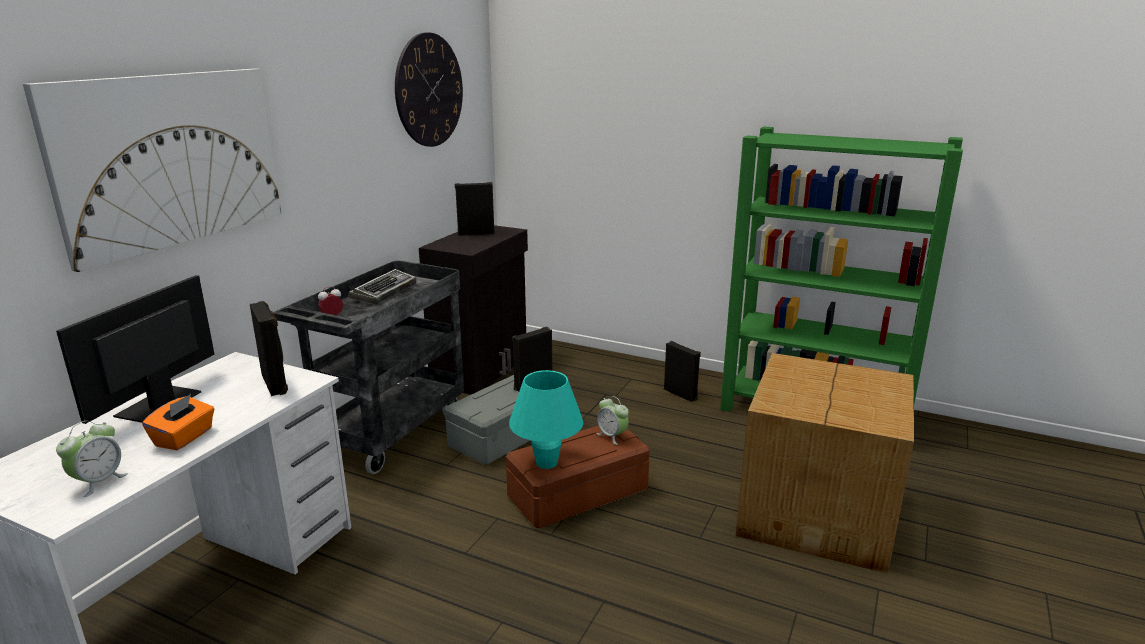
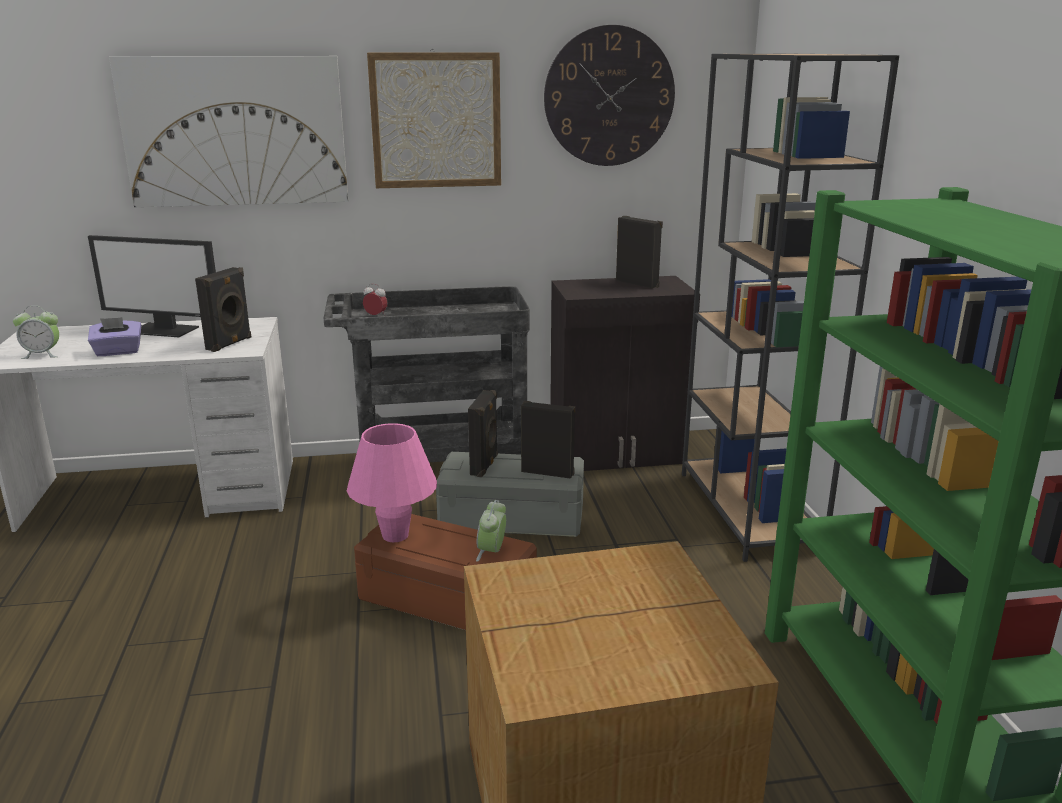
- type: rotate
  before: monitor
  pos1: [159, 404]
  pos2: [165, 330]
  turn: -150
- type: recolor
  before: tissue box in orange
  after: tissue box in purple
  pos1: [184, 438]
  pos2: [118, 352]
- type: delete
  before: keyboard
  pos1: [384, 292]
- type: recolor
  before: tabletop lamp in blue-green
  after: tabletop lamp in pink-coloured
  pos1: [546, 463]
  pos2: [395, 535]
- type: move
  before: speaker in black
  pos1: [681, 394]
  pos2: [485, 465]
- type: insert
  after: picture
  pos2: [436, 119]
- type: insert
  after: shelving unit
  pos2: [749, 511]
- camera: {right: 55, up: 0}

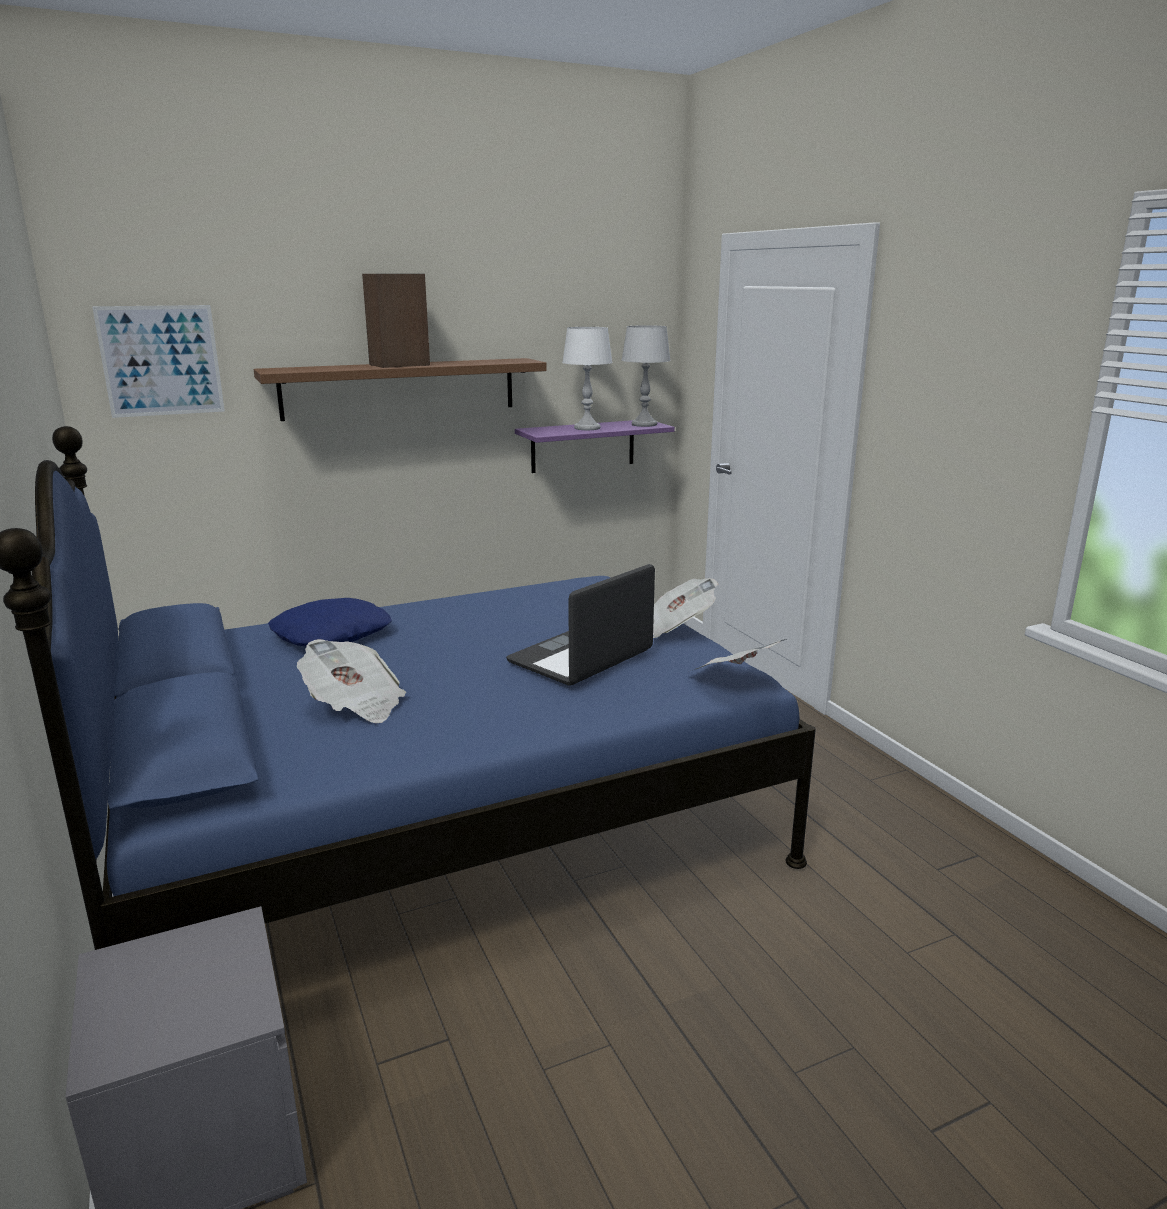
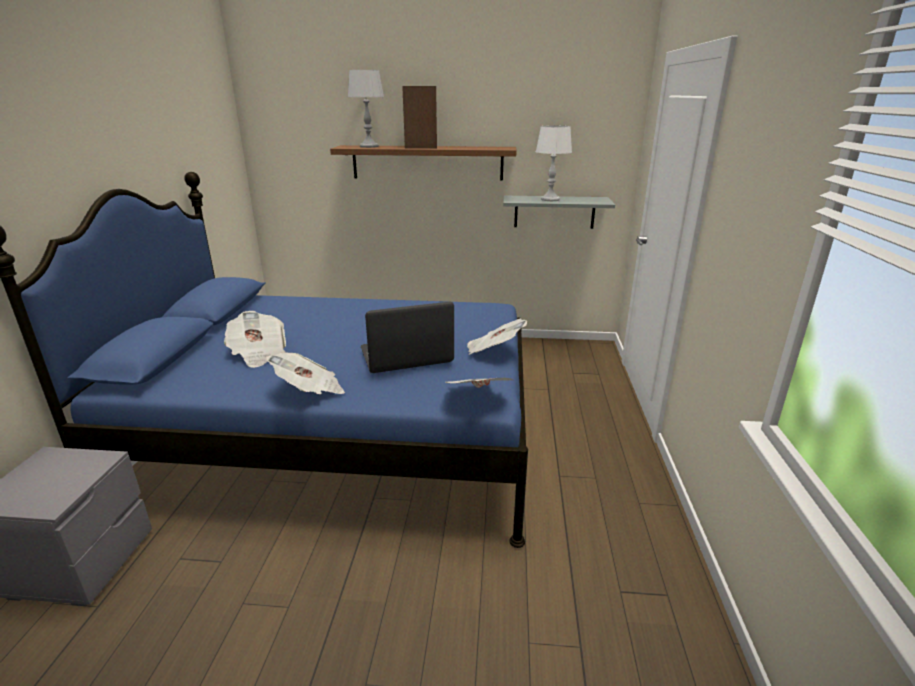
- type: delete
  before: picture
  pos1: [161, 361]
- type: delete
  before: pillow in blue-coloured
  pos1: [331, 634]
- type: recolor
  before: shelf in purple
  after: shelf in gray
  pos1: [583, 446]
  pos2: [554, 212]
- type: move
  before: tabletop lamp in gray
  pos1: [644, 424]
  pos2: [369, 146]
- type: insert
  after: daily paper
  pos2: [310, 390]
- camera: {right: 30, up: 5}

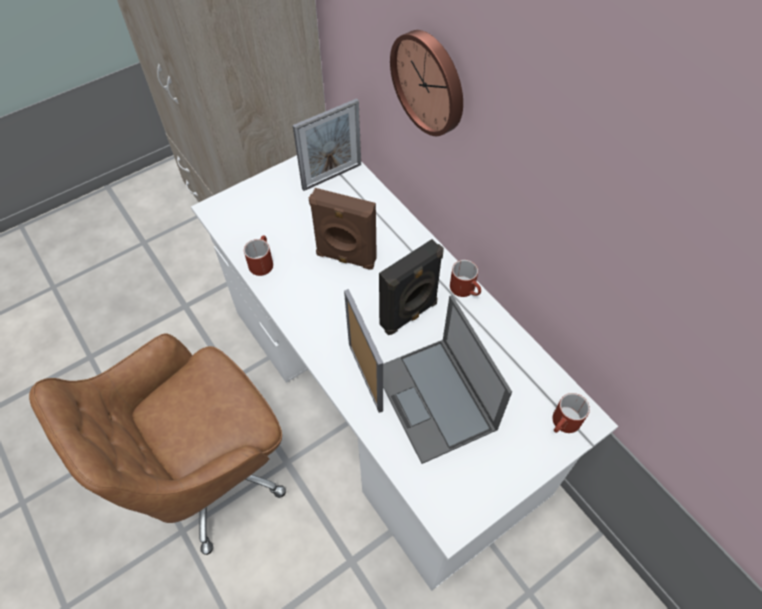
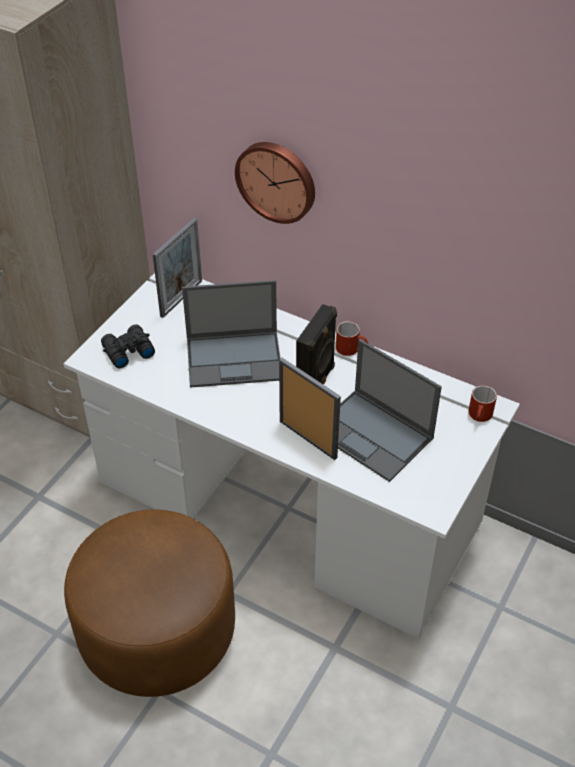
- type: replace
  before: desk chair in brownish
  after: footrest in brownish
  pos1: [210, 473]
  pos2: [157, 631]
- type: delete
  before: coffee mug in red
  pos1: [261, 261]
- type: replace
  before: speaker in brownish
  after: laptop
  pos1: [345, 258]
  pos2: [235, 358]
- type: insert
  after: binoculars in black
  pos2: [127, 351]
- camera: {right: -25, up: -10}

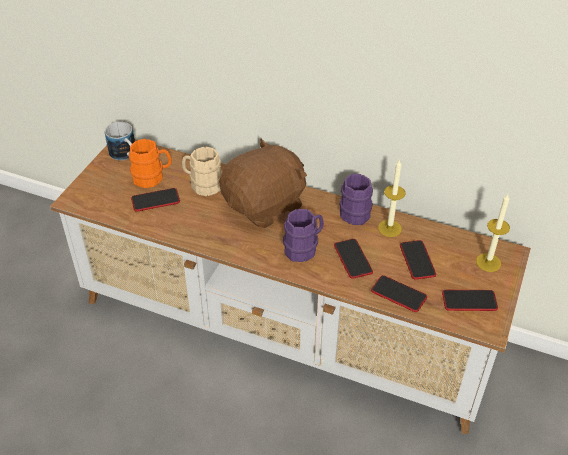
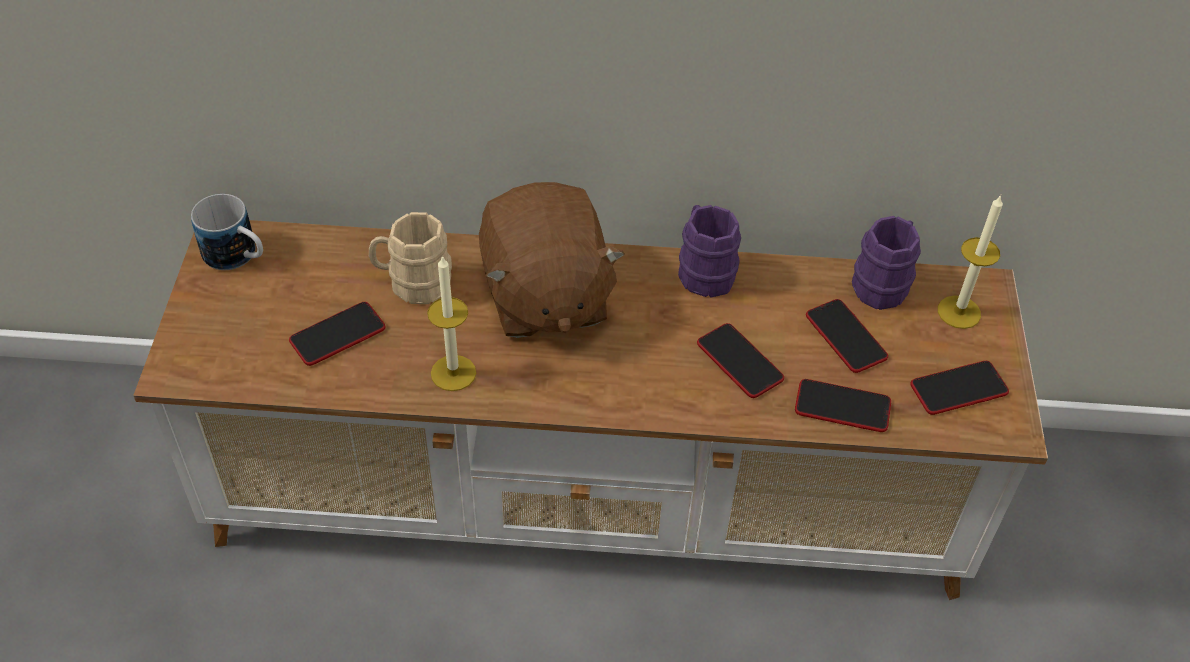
- type: delete
  before: coffee mug in orange
  pos1: [152, 177]
- type: rotate
  before: plush toy in brownish
  pos1: [265, 205]
  pos2: [545, 297]
  turn: 135
- type: move
  before: coffee mug in purple
  pos1: [304, 248]
  pos2: [884, 282]
- type: move
  before: candle
  pos1: [389, 228]
  pos2: [453, 373]
- camera: {right: -20, up: 5}

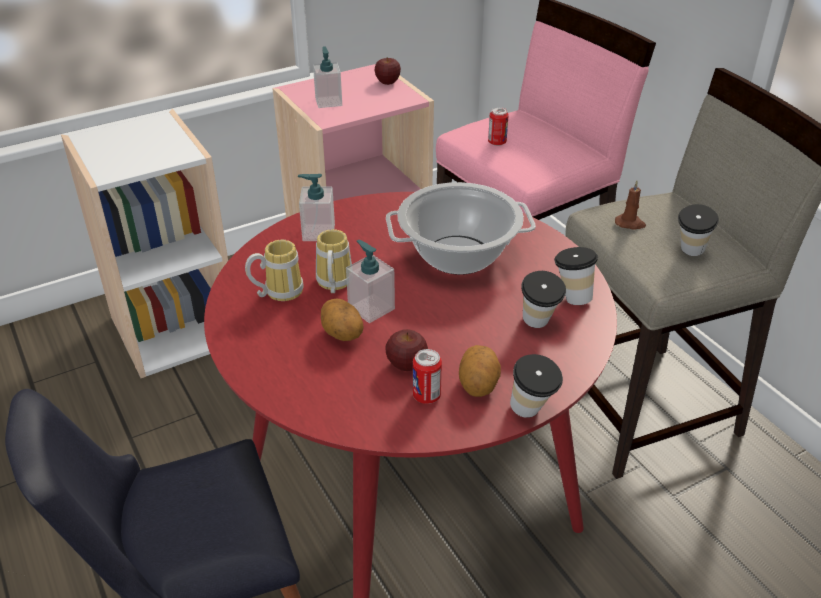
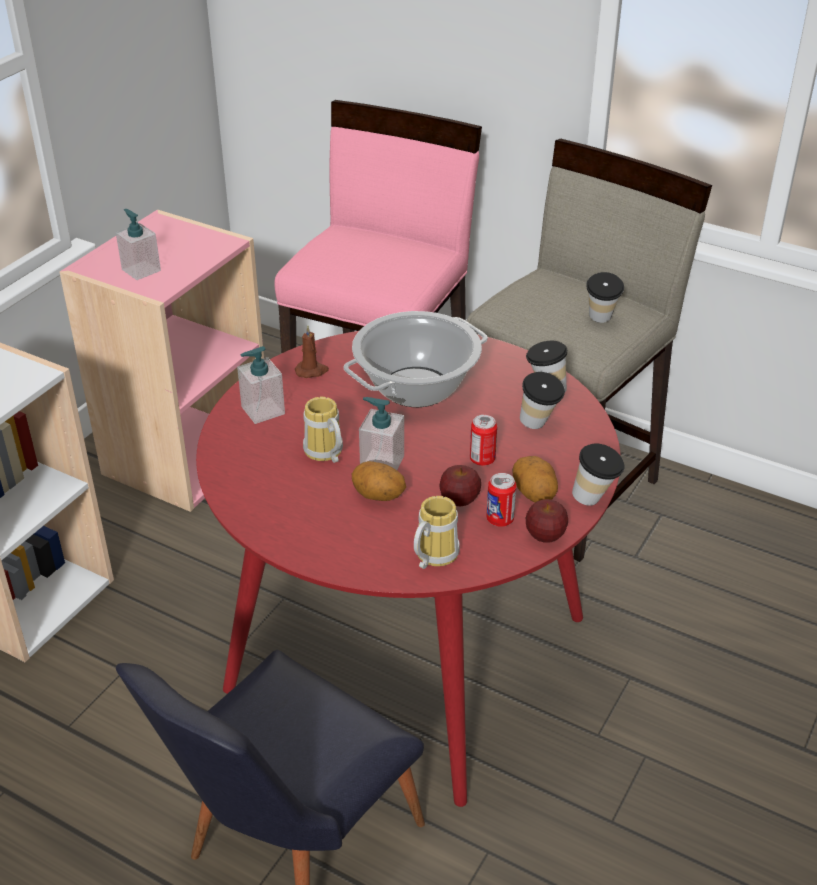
- type: move
  before: coffee mug
  pos1: [278, 291]
  pos2: [431, 556]
- type: move
  before: apple
  pos1: [388, 82]
  pos2: [545, 536]
- type: move
  before: can
  pos1: [497, 142]
  pos2: [482, 460]
- type: move
  before: candle in brownish
  pos1: [630, 223]
  pos2: [312, 371]
- camera: {right: -30, up: 0}

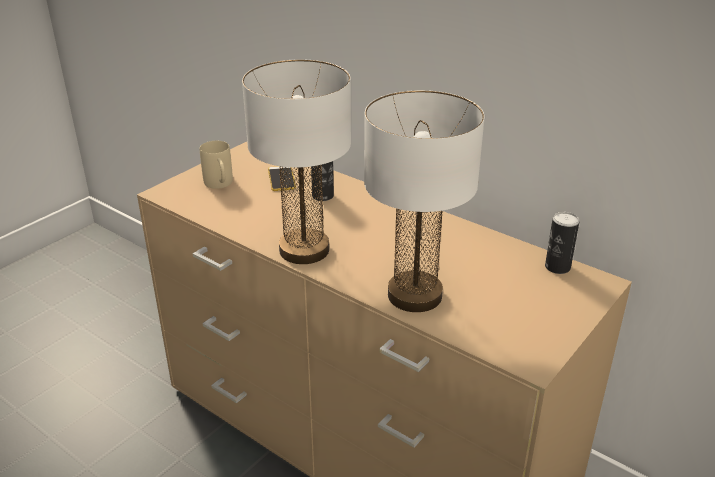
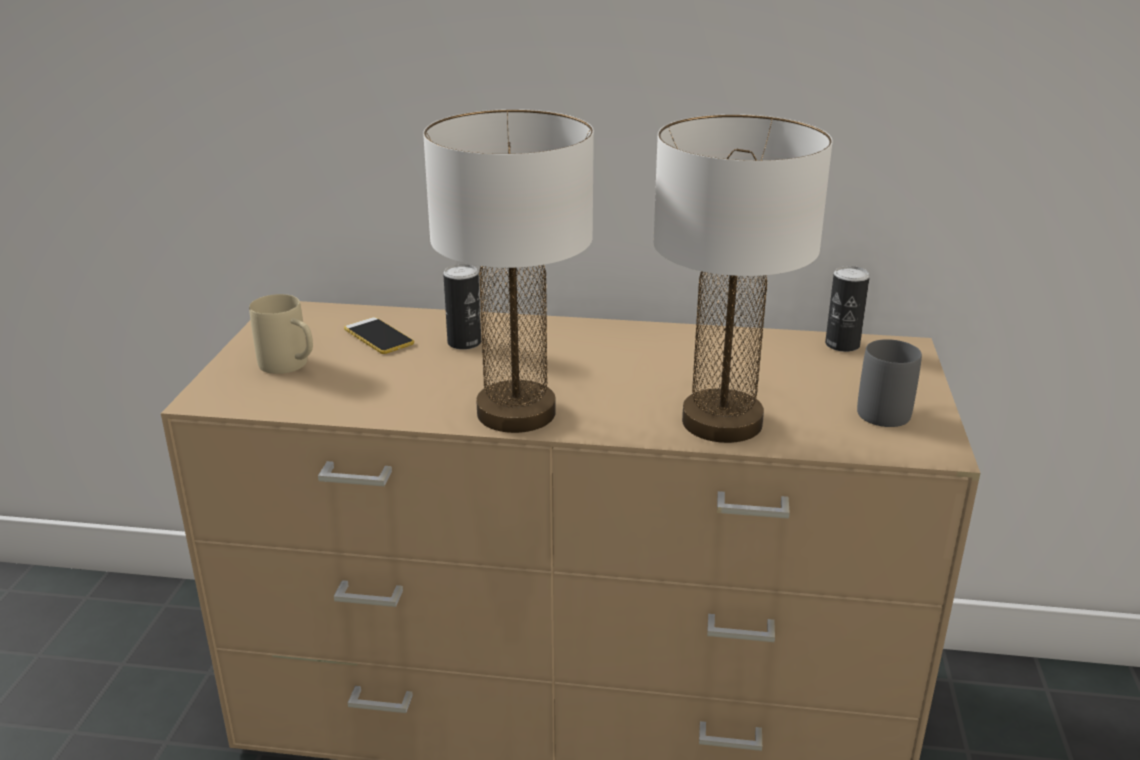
- type: insert
  after: coffee mug in gray
  pos2: [889, 409]
- camera: {right: -30, up: -5}

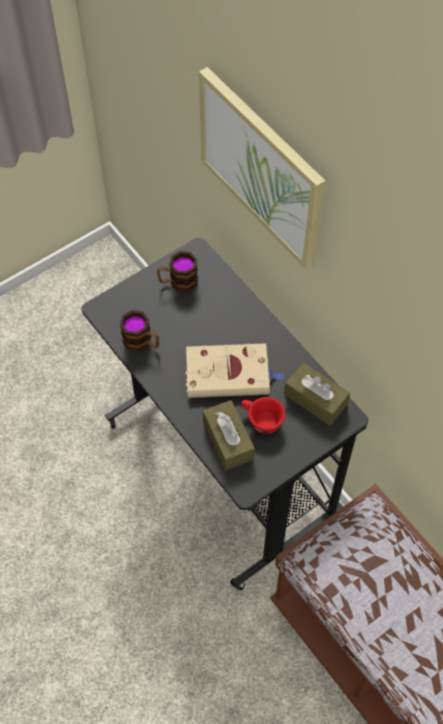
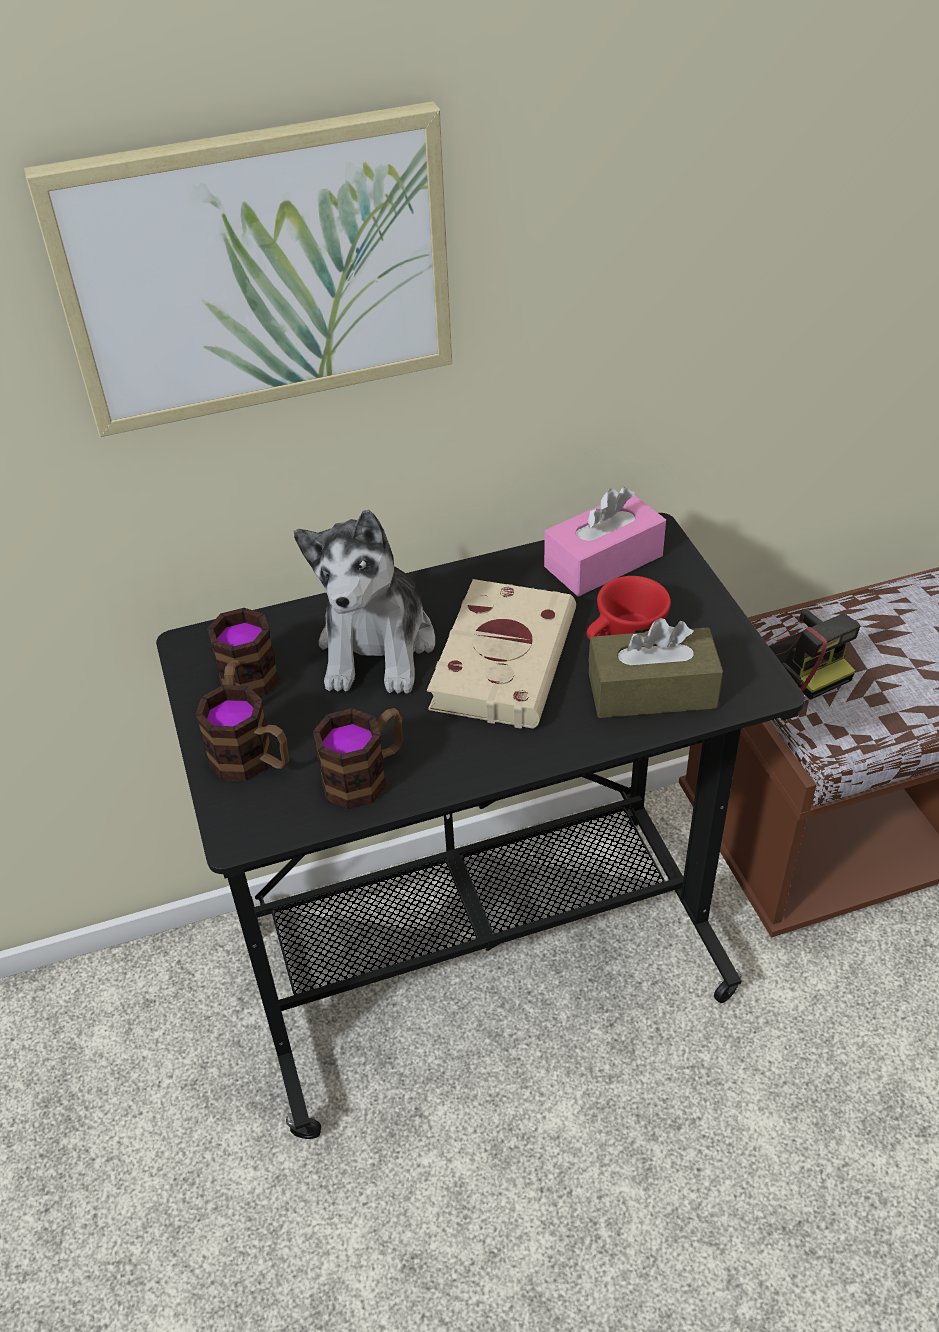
- type: recolor
  before: tissue box in brownish
  after: tissue box in pink-coloured
  pos1: [315, 399]
  pos2: [603, 561]
- type: insert
  after: coffee mug
  pos2: [253, 762]
- type: insert
  after: plush toy
  pos2: [377, 647]
- type: insert
  after: still camera
  pos2: [799, 661]
- camera: {right: -70, up: -15}

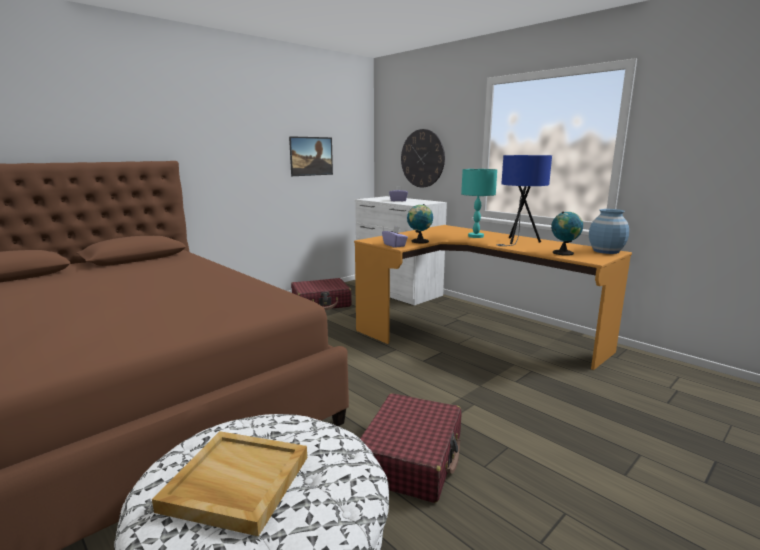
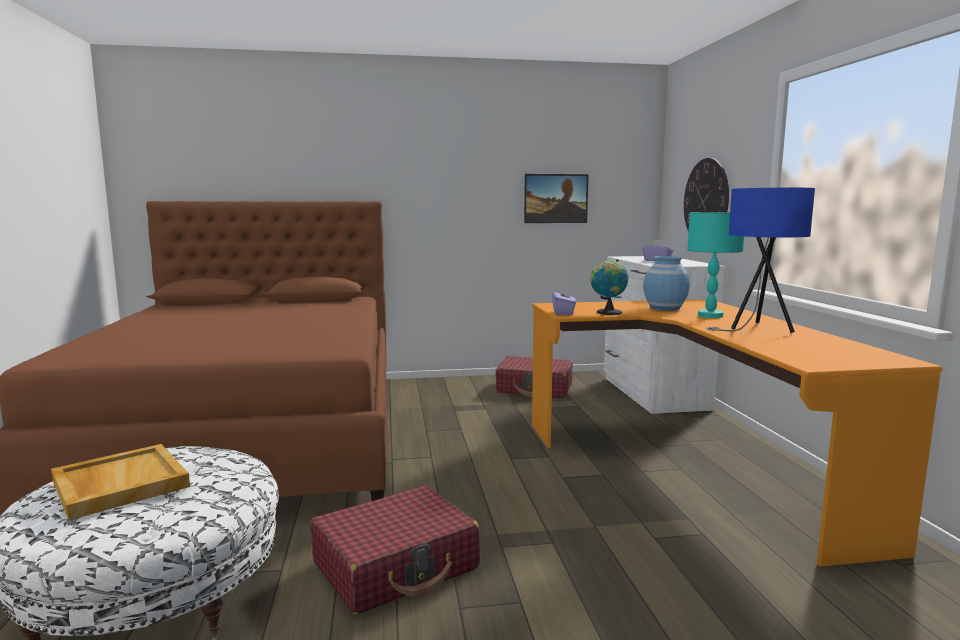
- type: delete
  before: world globe
  pos1: [564, 253]
- type: move
  before: vase in blue-coloured
  pos1: [606, 251]
  pos2: [664, 308]
- camera: {right: 35, up: -5}

